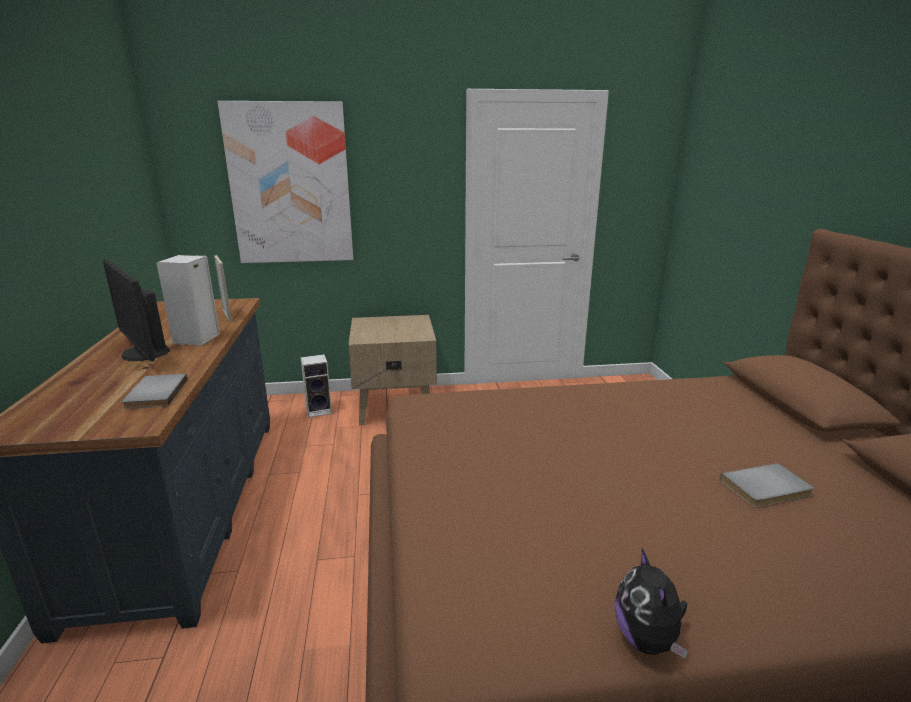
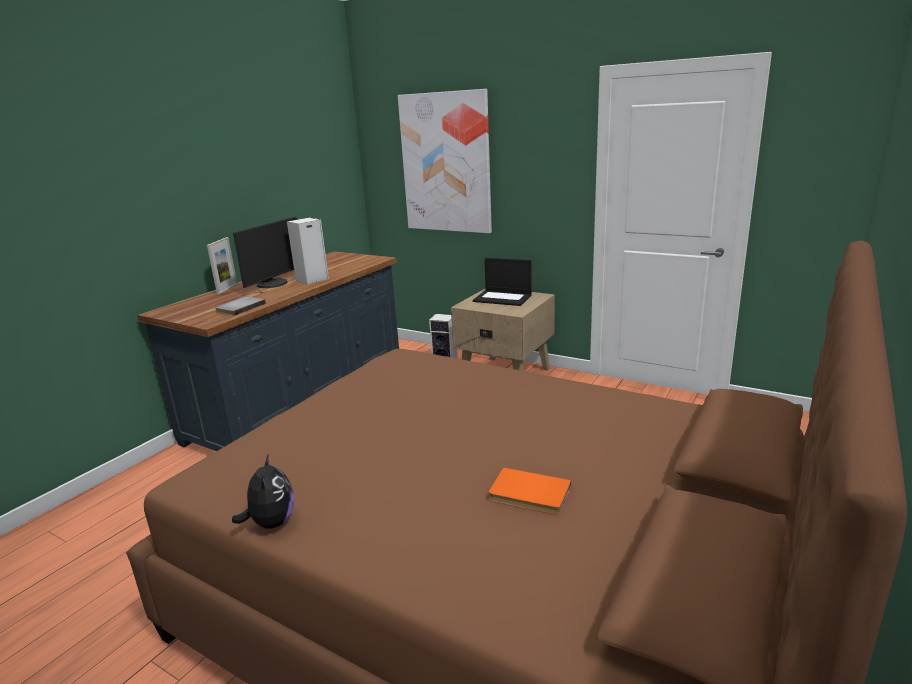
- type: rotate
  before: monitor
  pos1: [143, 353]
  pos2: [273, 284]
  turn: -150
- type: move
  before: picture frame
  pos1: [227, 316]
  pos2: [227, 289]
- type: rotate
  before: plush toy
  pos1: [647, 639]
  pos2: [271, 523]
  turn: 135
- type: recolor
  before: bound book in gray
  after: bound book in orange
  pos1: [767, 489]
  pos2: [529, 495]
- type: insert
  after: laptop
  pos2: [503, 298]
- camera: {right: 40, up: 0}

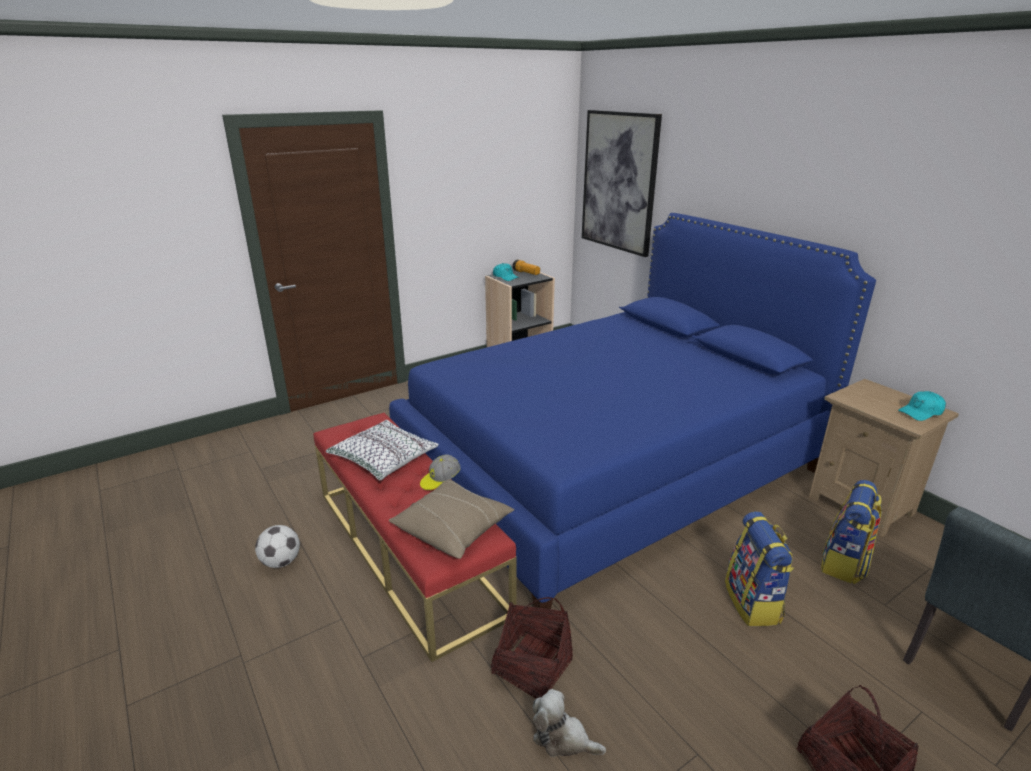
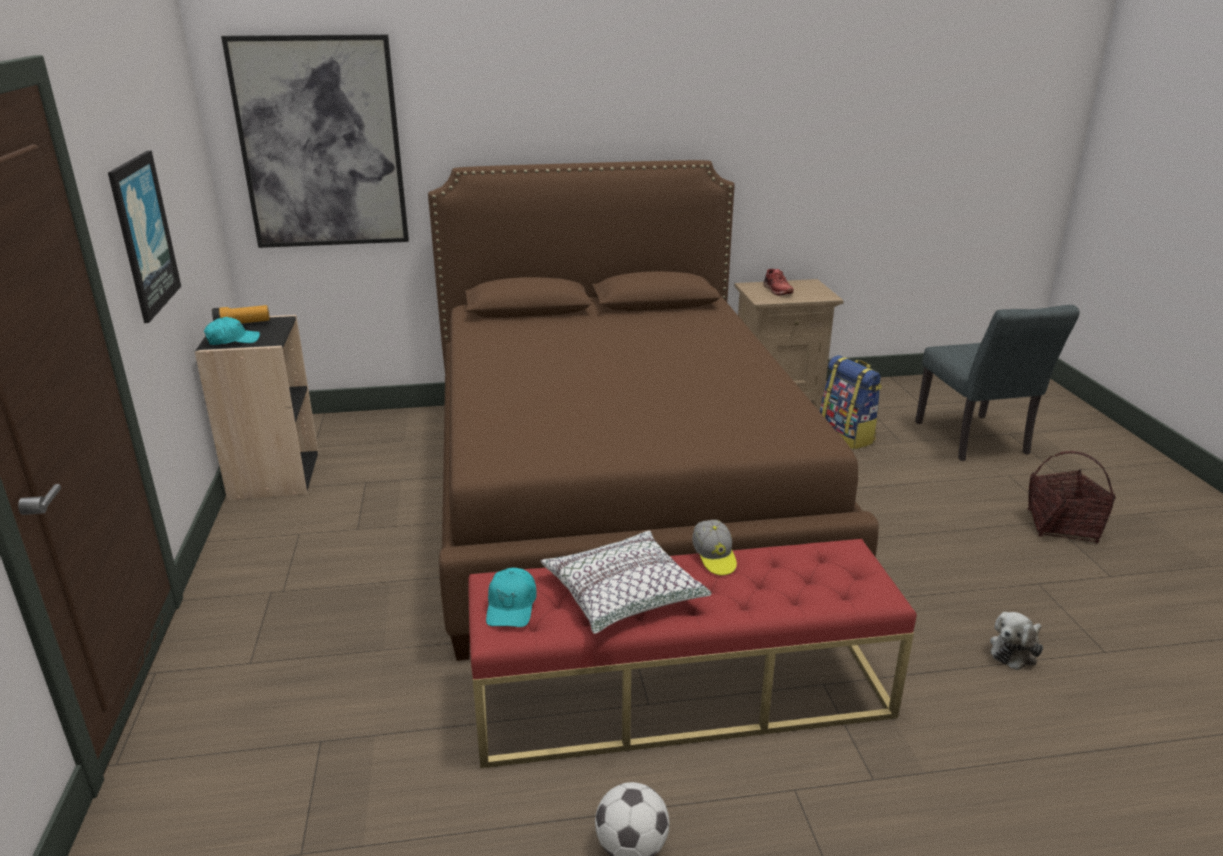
- type: recolor
  before: bedroom bed in blue-coloured
  after: bedroom bed in brownish
  pos1: [609, 466]
  pos2: [617, 492]
- type: delete
  before: pillow in beige
  pos1: [453, 529]
- type: delete
  before: storage basket
  pos1: [531, 667]
- type: delete
  before: rucksack
  pos1: [753, 603]
- type: move
  before: cap in blue-green
  pos1: [921, 412]
  pos2: [511, 606]
- type: insert
  after: picture
  pos2: [143, 235]
- type: insert
  after: item of footwear in red
  pos2: [777, 290]
- camera: {right: -65, up: 0}

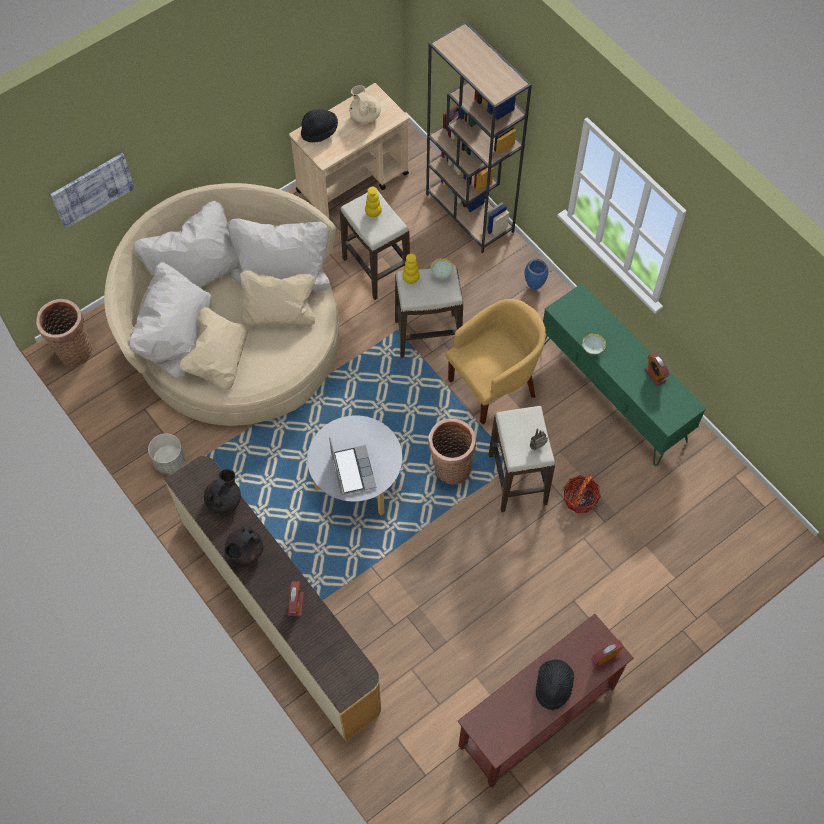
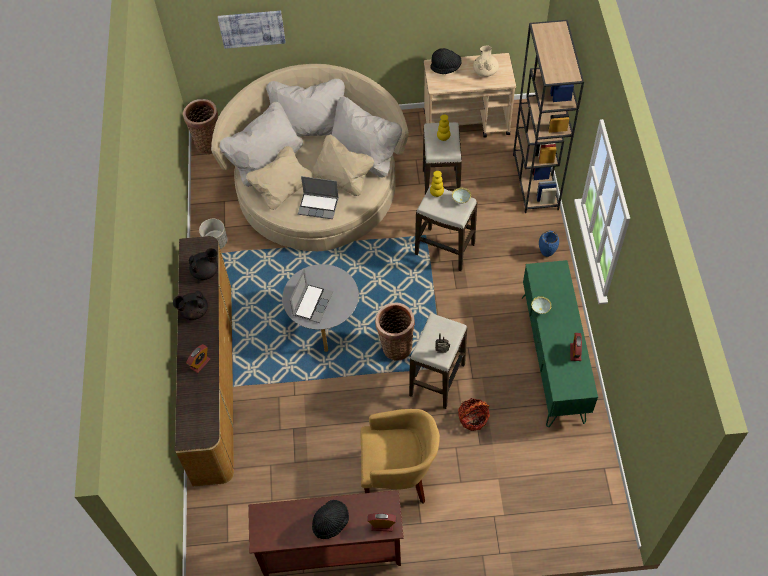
- type: move
  before: easy chair in yellow-coloured
  pos1: [494, 384]
  pos2: [398, 474]
- type: insert
  after: laptop
  pos2: [319, 206]
- camera: {right: 35, up: -5}

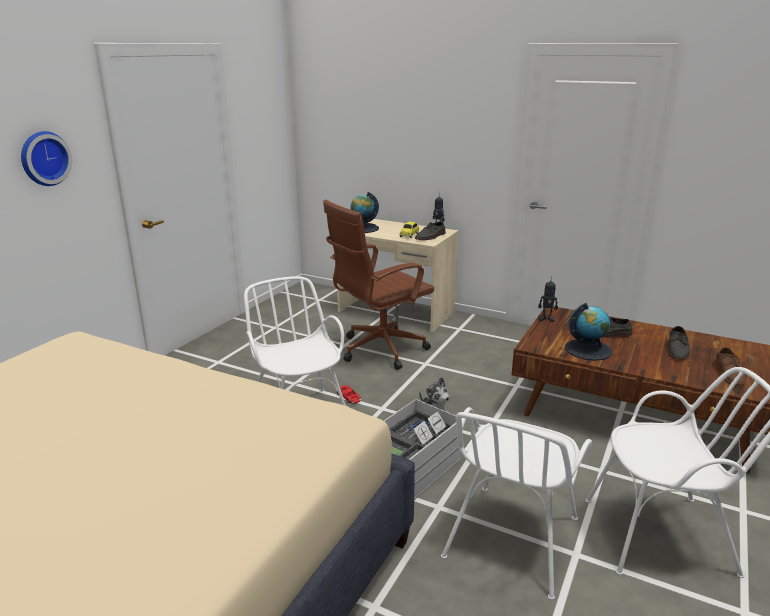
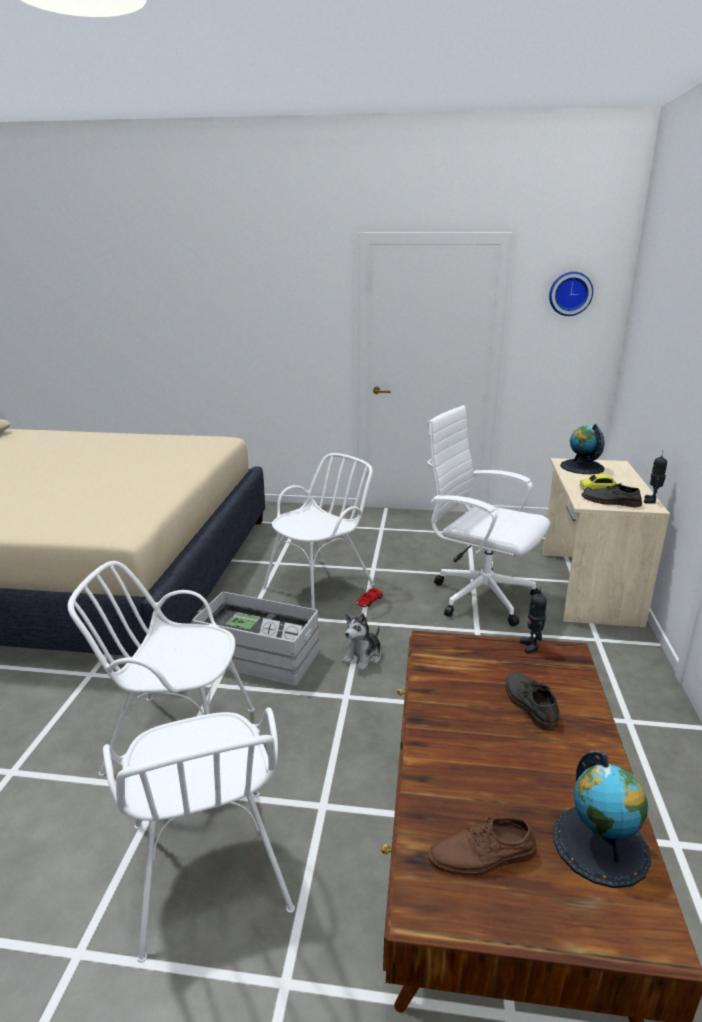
- type: move
  before: clock on the wall
  pos1: [44, 158]
  pos2: [570, 293]
- type: recolor
  before: desk chair in brownish
  after: desk chair in whitish
  pos1: [379, 350]
  pos2: [478, 596]
- type: move
  before: world globe
  pos1: [588, 349]
  pos2: [601, 845]
- type: delete
  before: item of footwear in gray
  pos1: [677, 349]
- camera: {right: 70, up: 0}

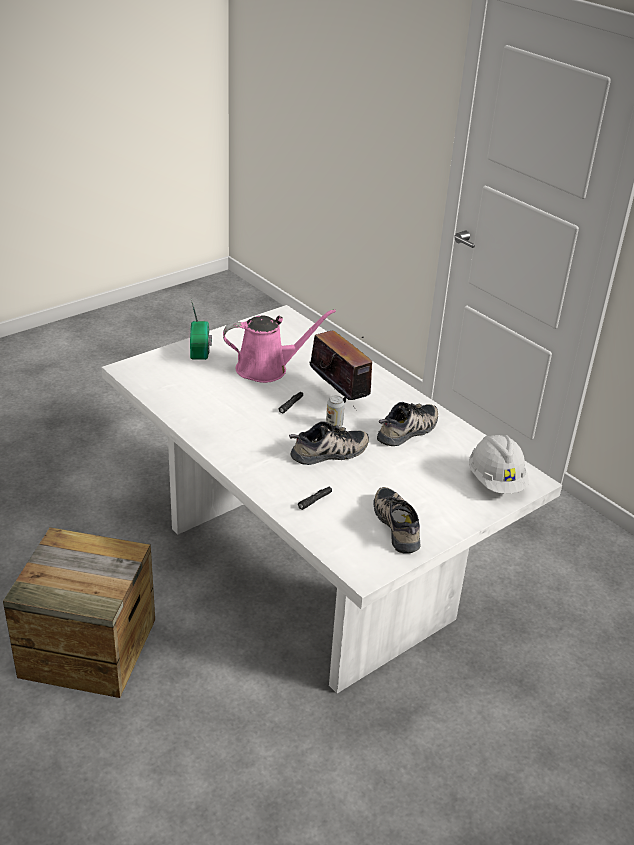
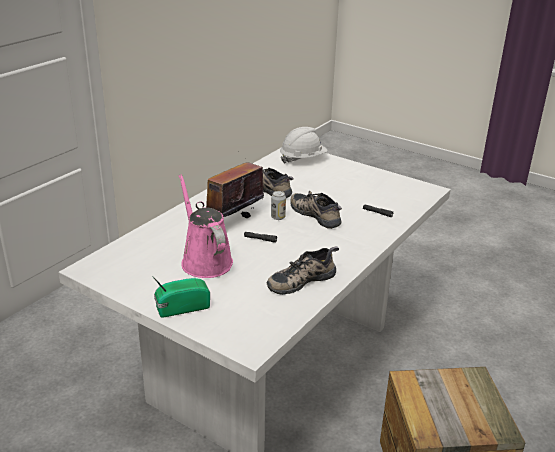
- type: move
  before: item of footwear
  pos1: [398, 525]
  pos2: [301, 279]
- camera: {right: -105, up: -5}

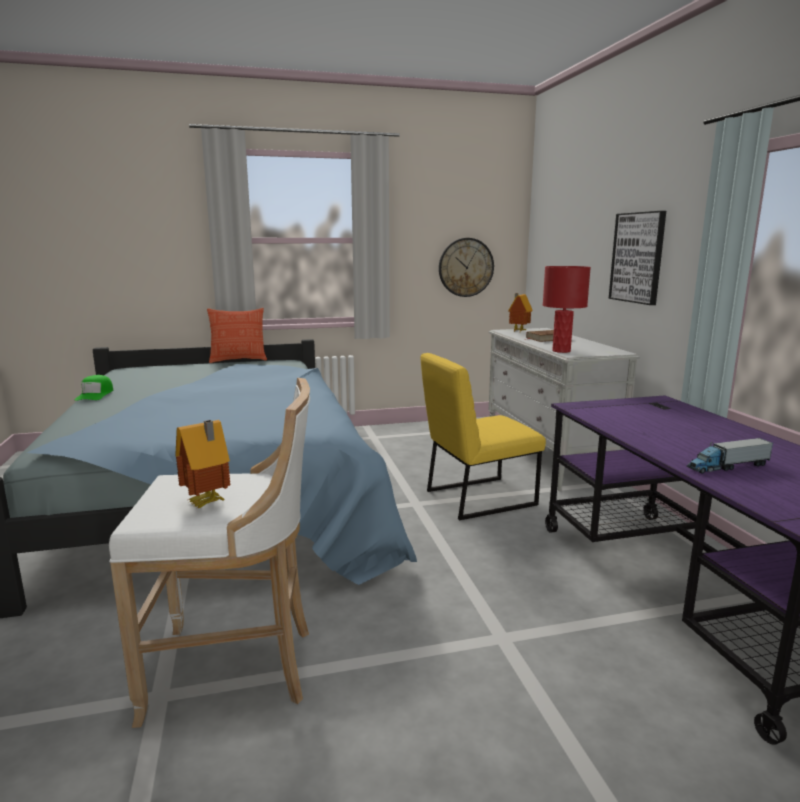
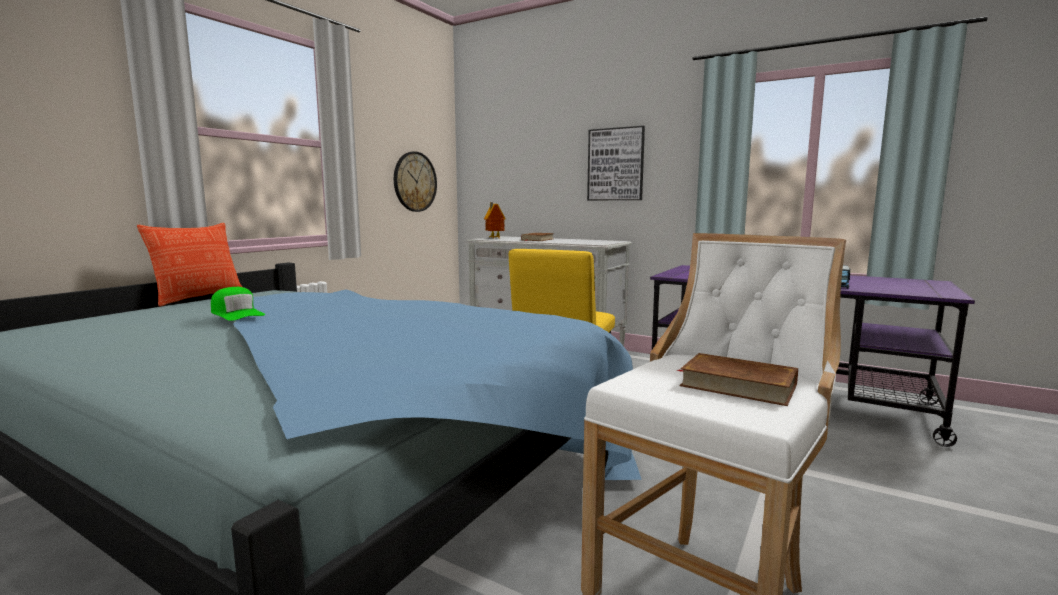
- type: move
  before: cap in green
  pos1: [95, 395]
  pos2: [237, 314]
- type: replace
  before: model house
  after: bound book in brownish
  pos1: [208, 503]
  pos2: [737, 385]
- type: delete
  before: tabletop lamp in red
  pos1: [561, 351]
- camera: {right: -45, up: -5}

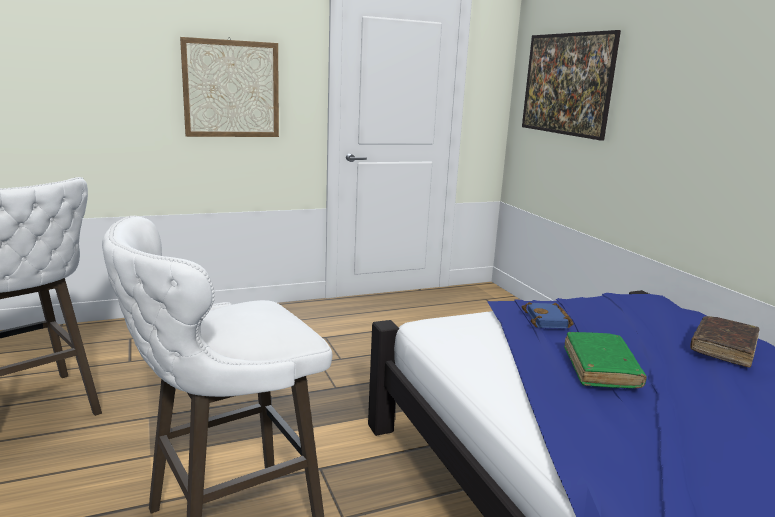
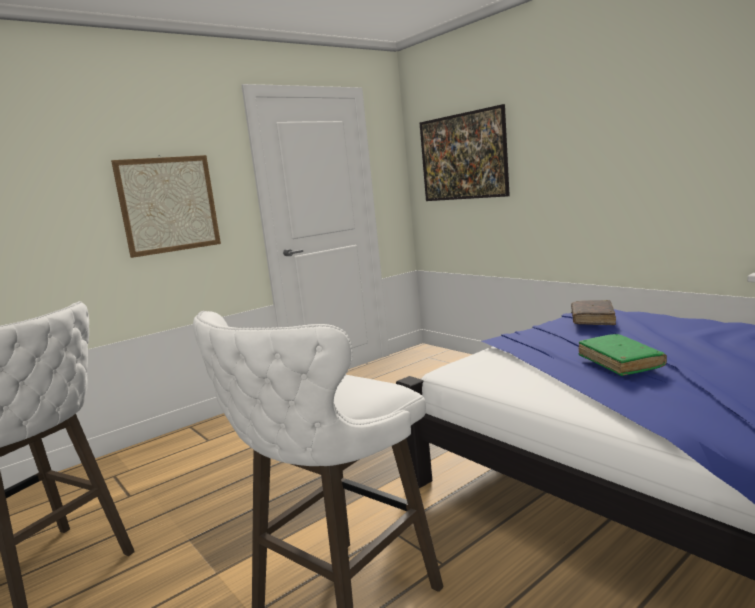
- type: delete
  before: bound book in blue-coloured
  pos1: [548, 320]
- type: move
  before: bound book in brownish
  pos1: [723, 348]
  pos2: [592, 319]
- camera: {right: -15, up: -5}

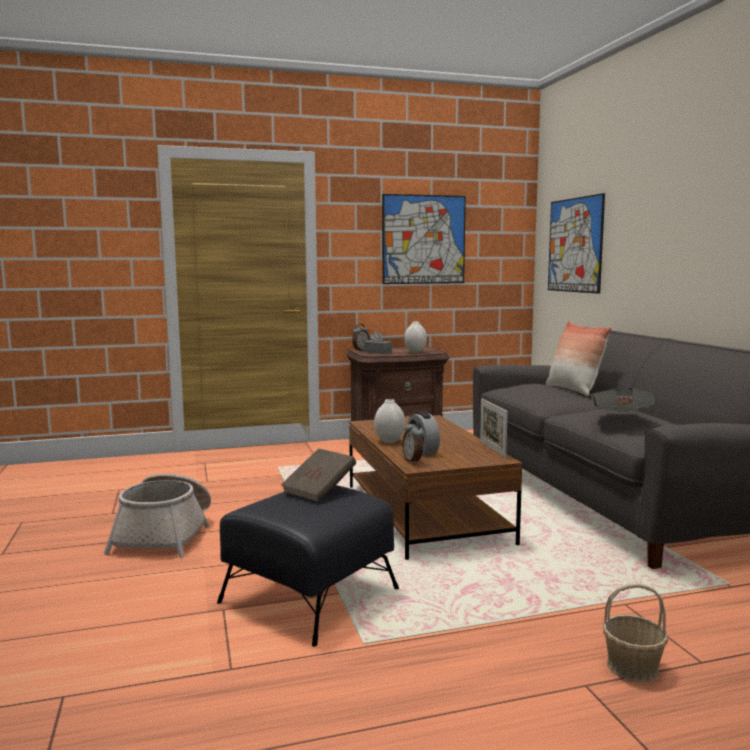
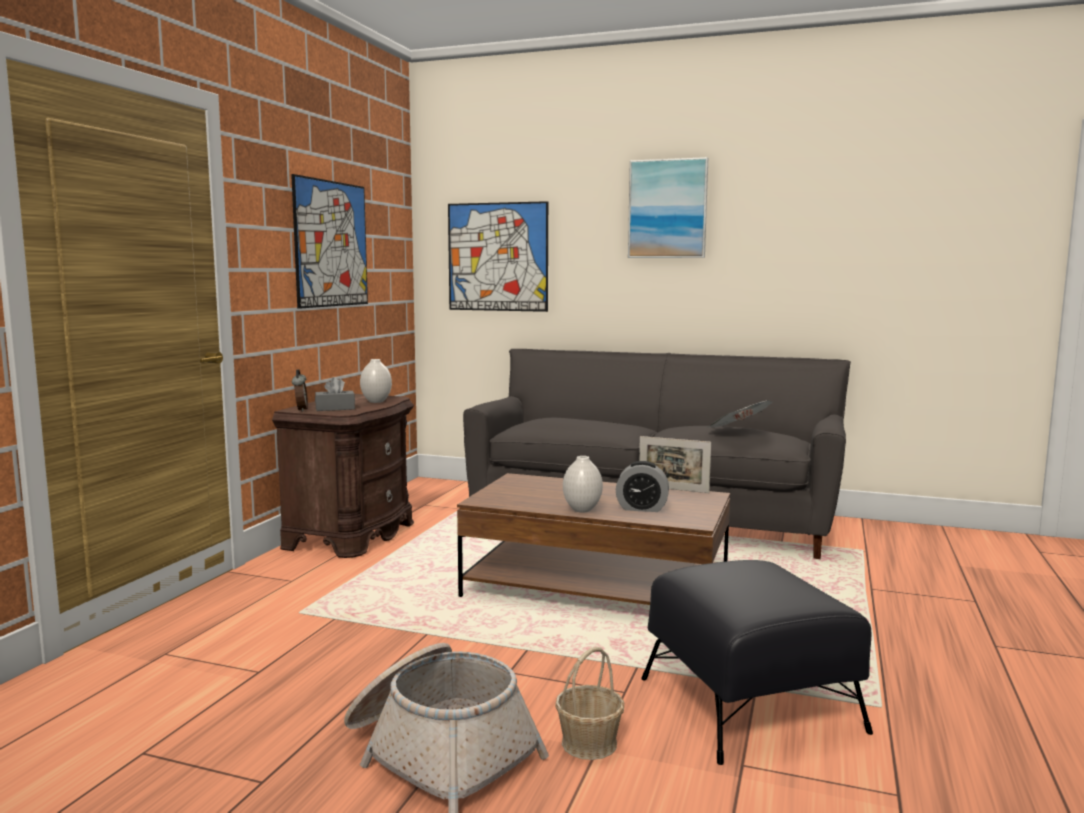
- type: delete
  before: bound book in brownish
  pos1: [319, 490]
- type: delete
  before: bedside clock
  pos1: [413, 461]
- type: delete
  before: pillow
  pos1: [573, 390]
- type: move
  before: storage basket
  pos1: [633, 667]
  pos2: [589, 743]
- type: insert
  after: picture
  pos2: [667, 209]
- camera: {right: -55, up: 0}

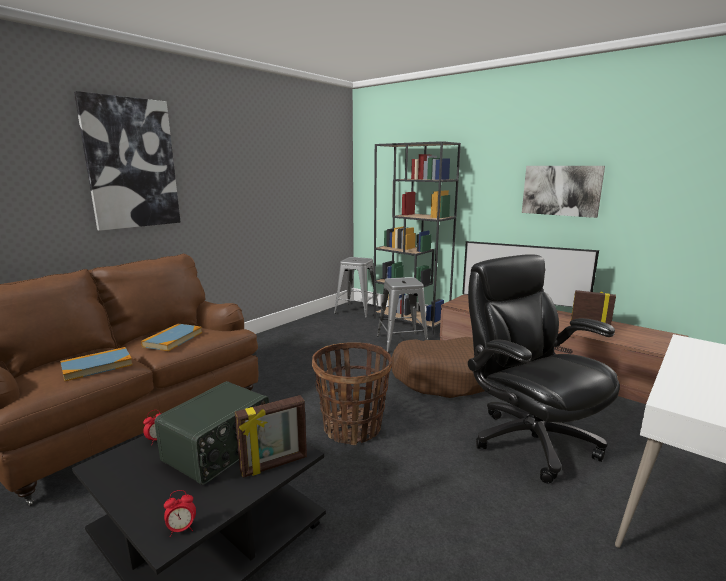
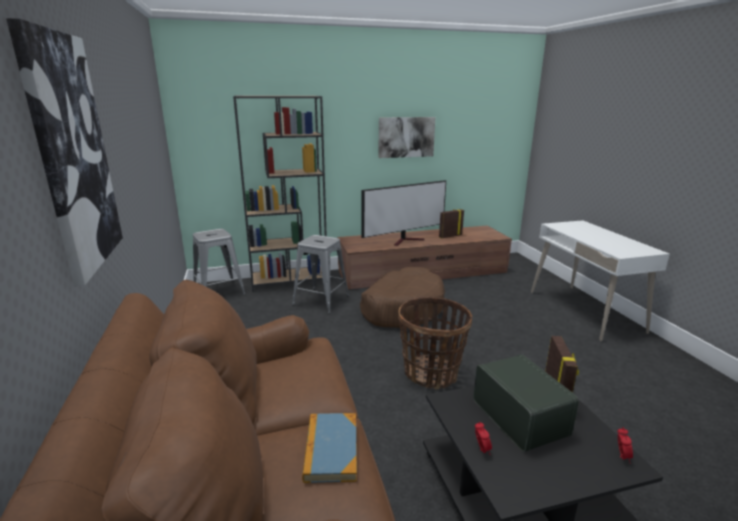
- type: delete
  before: bound book
  pos1: [173, 339]
- type: delete
  before: desk chair in black
  pos1: [530, 439]
- camera: {right: -55, up: 5}

